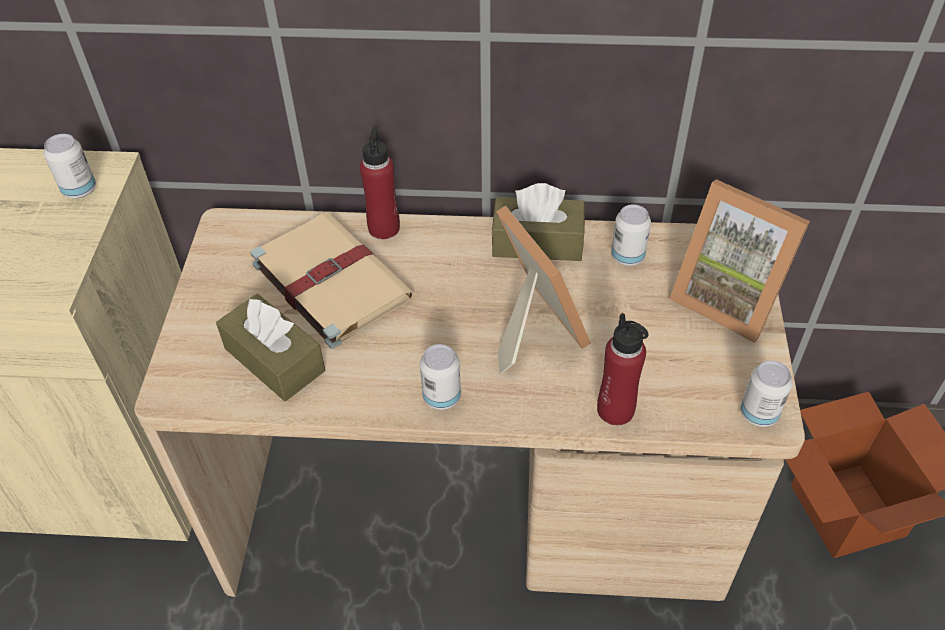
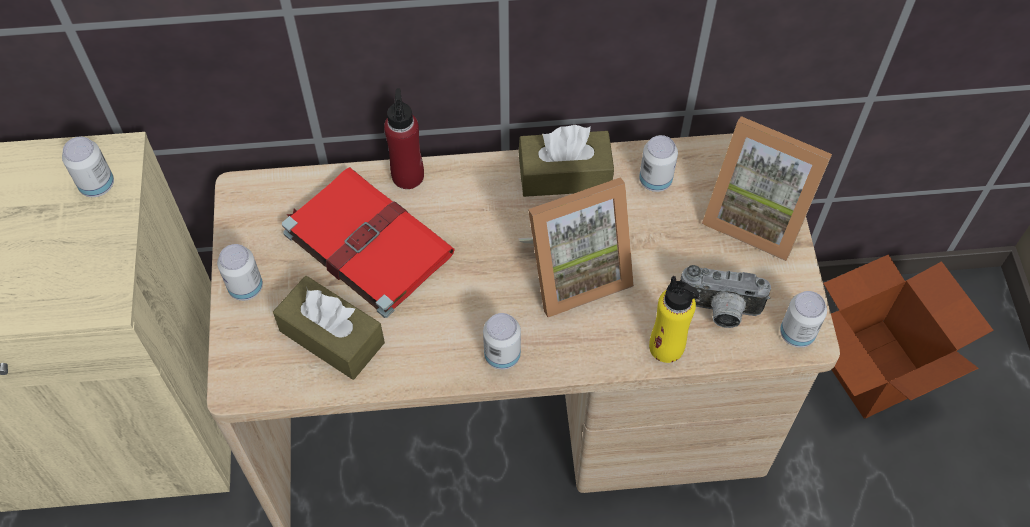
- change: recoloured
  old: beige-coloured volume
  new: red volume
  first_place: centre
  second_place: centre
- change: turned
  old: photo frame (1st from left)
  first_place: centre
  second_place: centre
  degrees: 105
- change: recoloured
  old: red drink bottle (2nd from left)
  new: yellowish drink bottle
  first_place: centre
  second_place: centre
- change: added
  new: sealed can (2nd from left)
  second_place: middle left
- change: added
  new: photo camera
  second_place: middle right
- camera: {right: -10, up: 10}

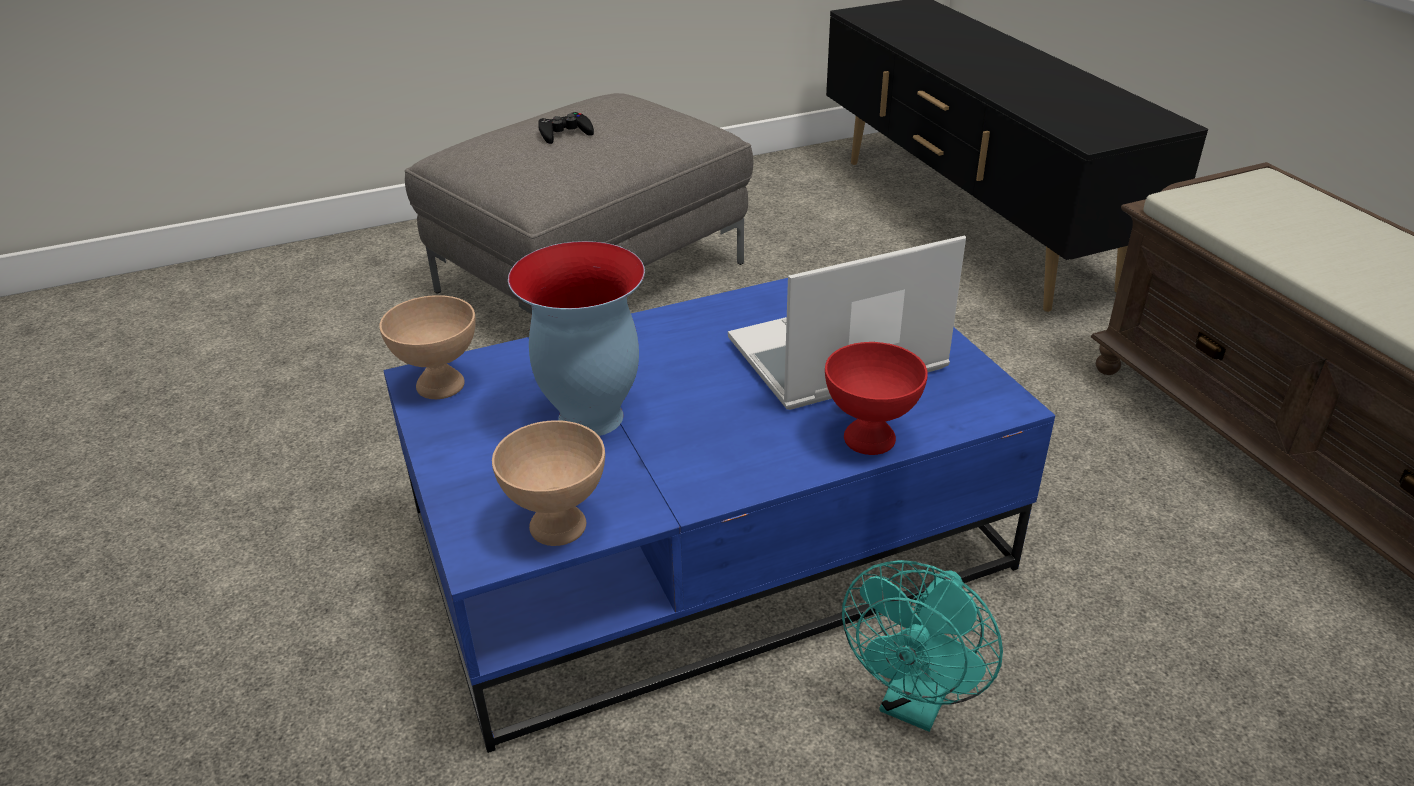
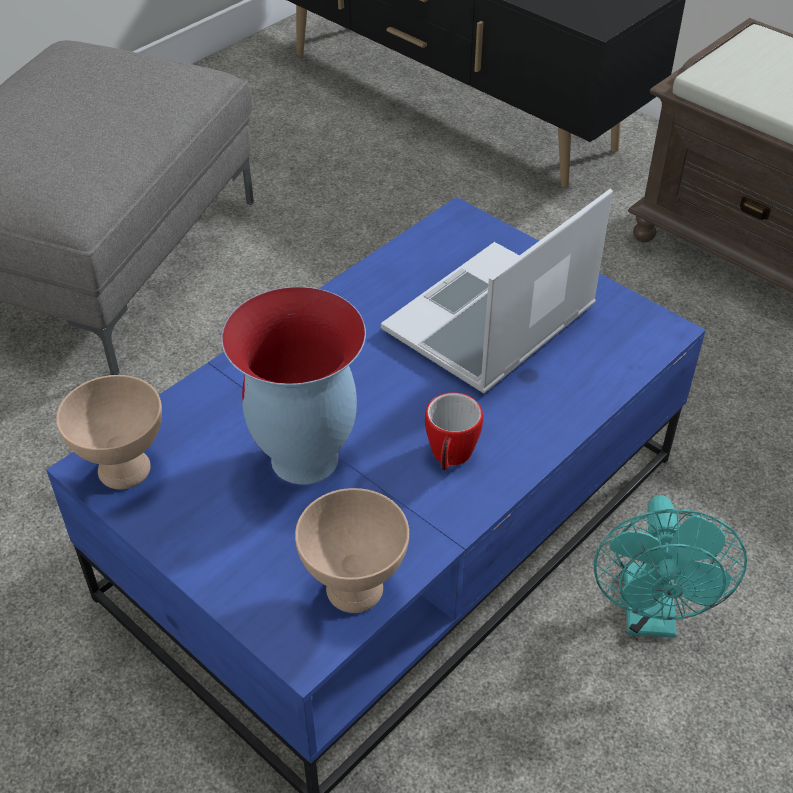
- change: removed
  old: black gamepad
  first_place: top centre
- change: removed
  old: red serving bowl
  first_place: centre
- change: added
  new: tea mug
  second_place: centre
- camera: {right: -25, up: 10}

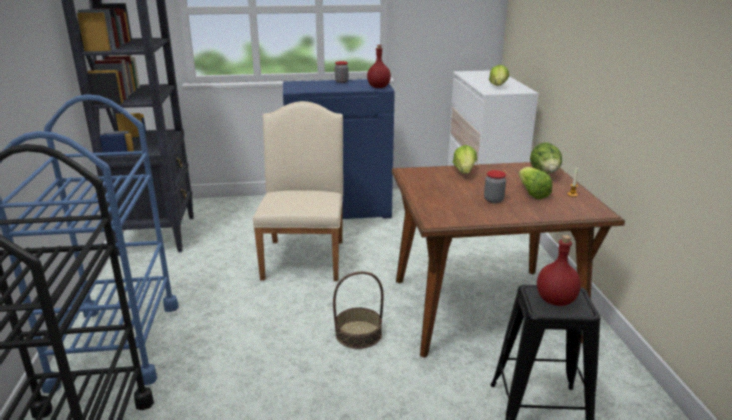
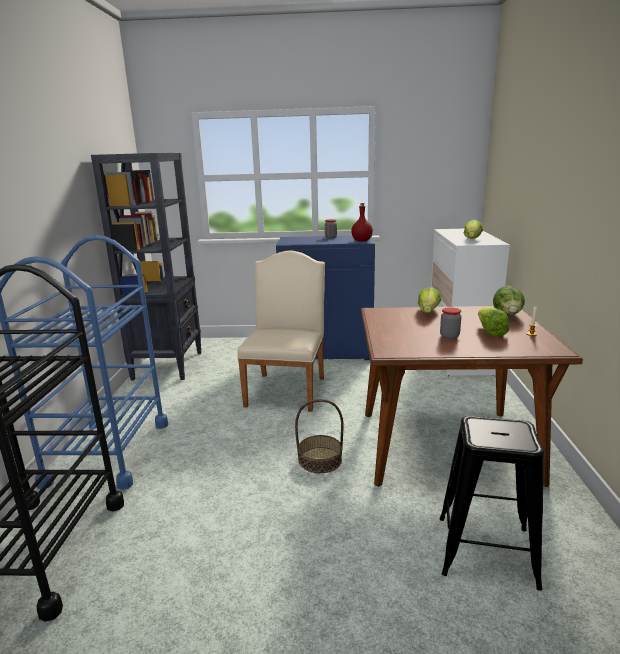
- change: removed
  old: red drink bottle (2nd from left)
  first_place: middle right
- camera: {right: 10, up: -5}

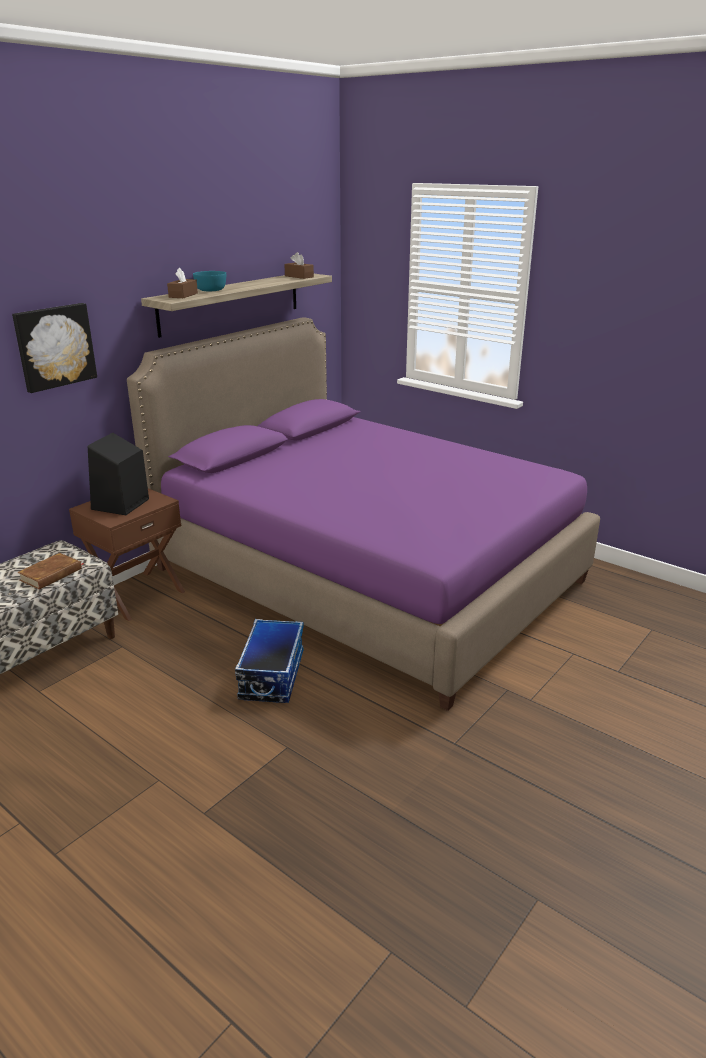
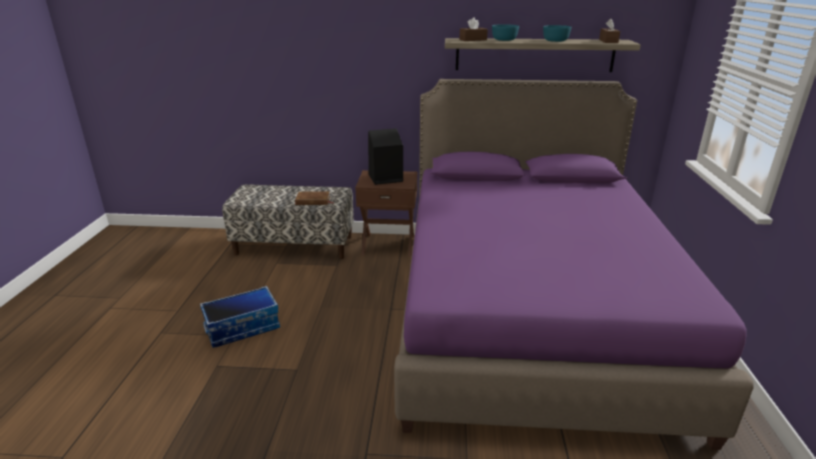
- change: removed
  old: wall art
  first_place: top left
- change: moved
  old: storage container
  first_place: centre
  second_place: bottom left
- change: added
  new: turquoise serving bowl (2nd from left)
  second_place: top right
- camera: {right: 55, up: 0}

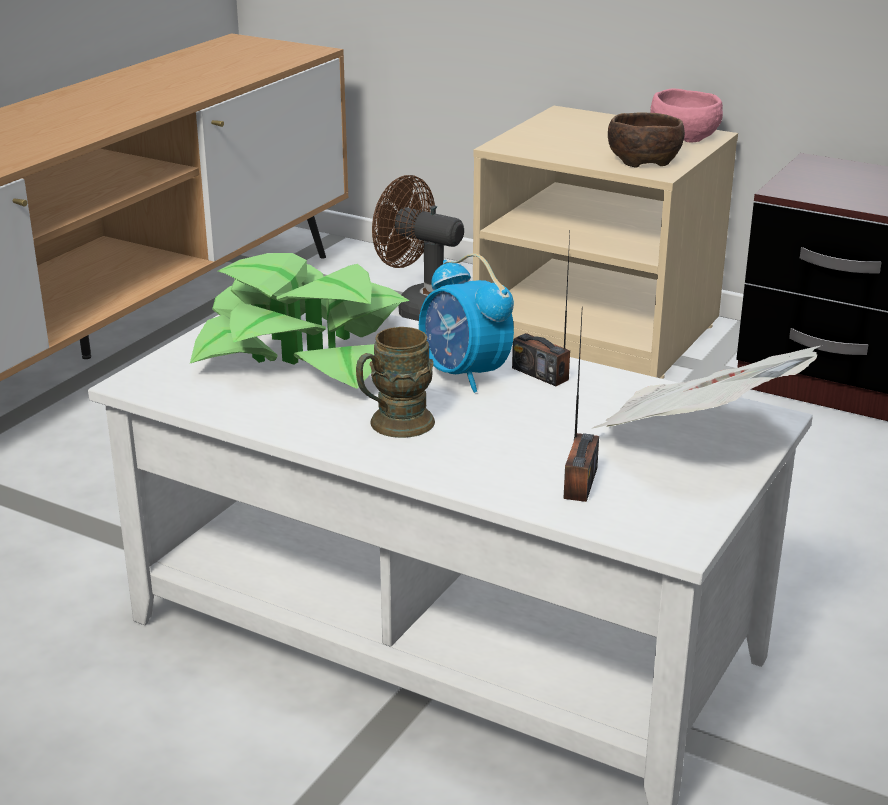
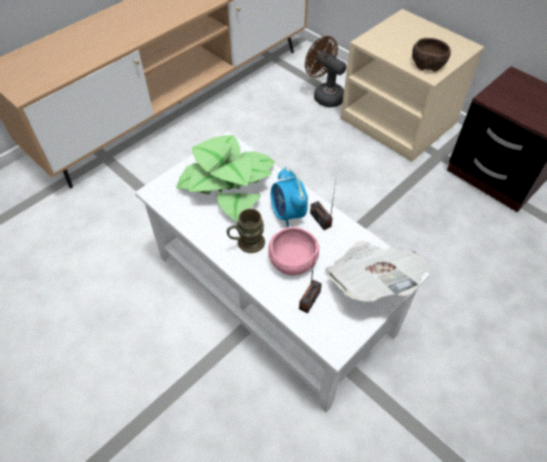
- change: moved
  old: pink serving bowl
  first_place: top right
  second_place: centre
- camera: {right: 15, up: 25}

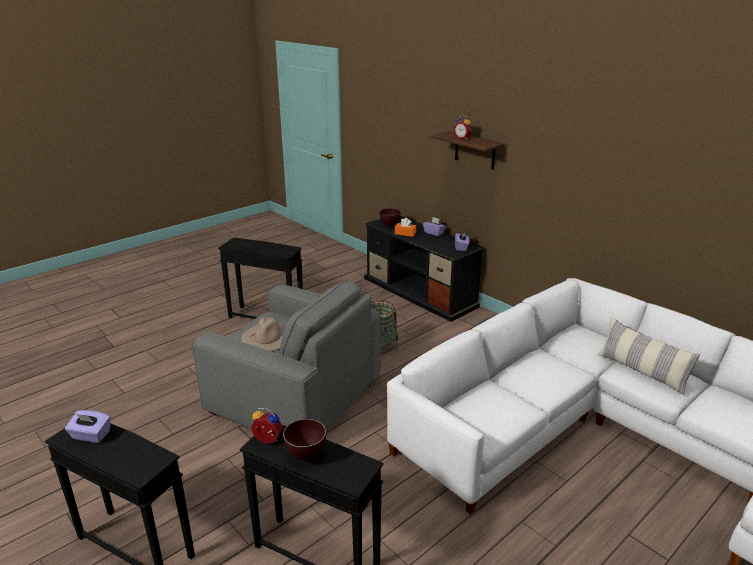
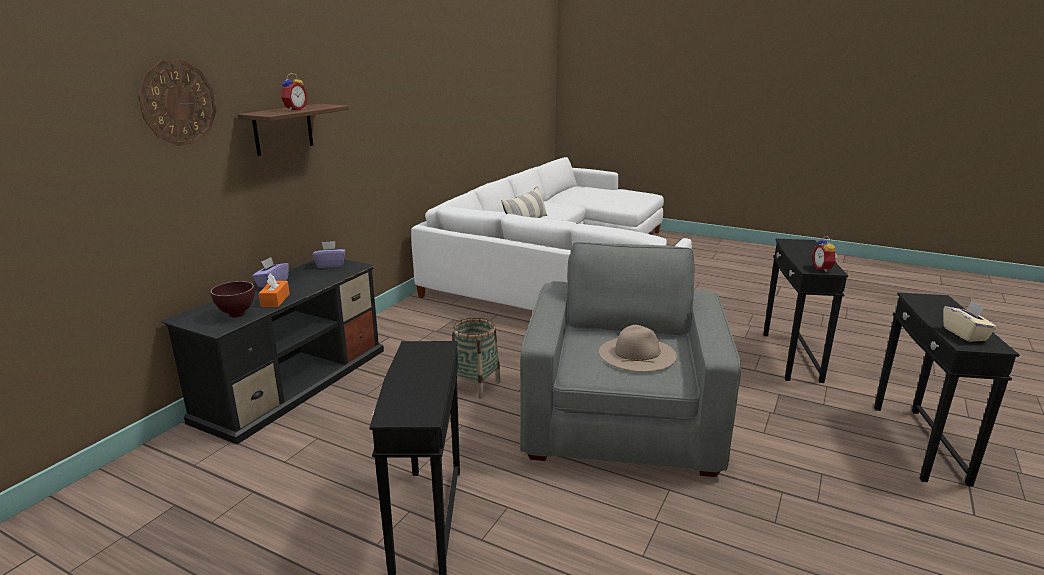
- change: recoloured
  old: purplish tissue box (1st from left)
  new: beige-coloured tissue box
  first_place: bottom left
  second_place: middle right
- change: removed
  old: brown-coloured serving bowl (1st from left)
  first_place: bottom centre
- change: added
  new: hanging clock
  second_place: top left
- camera: {right: -110, up: -5}

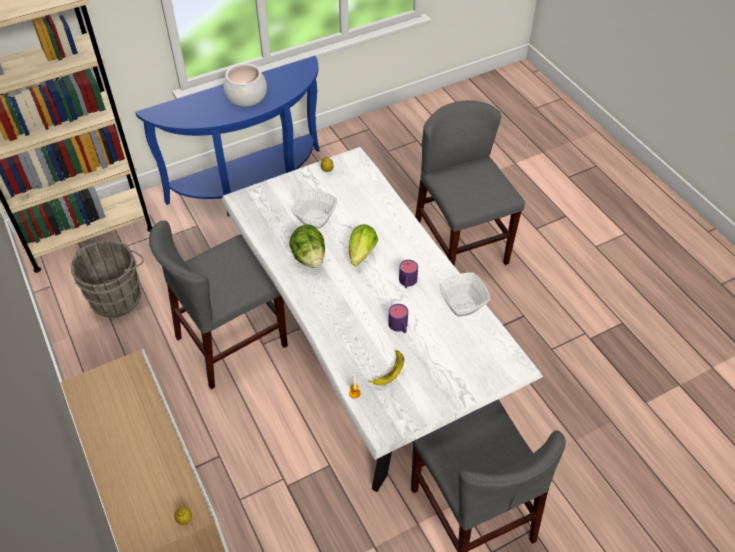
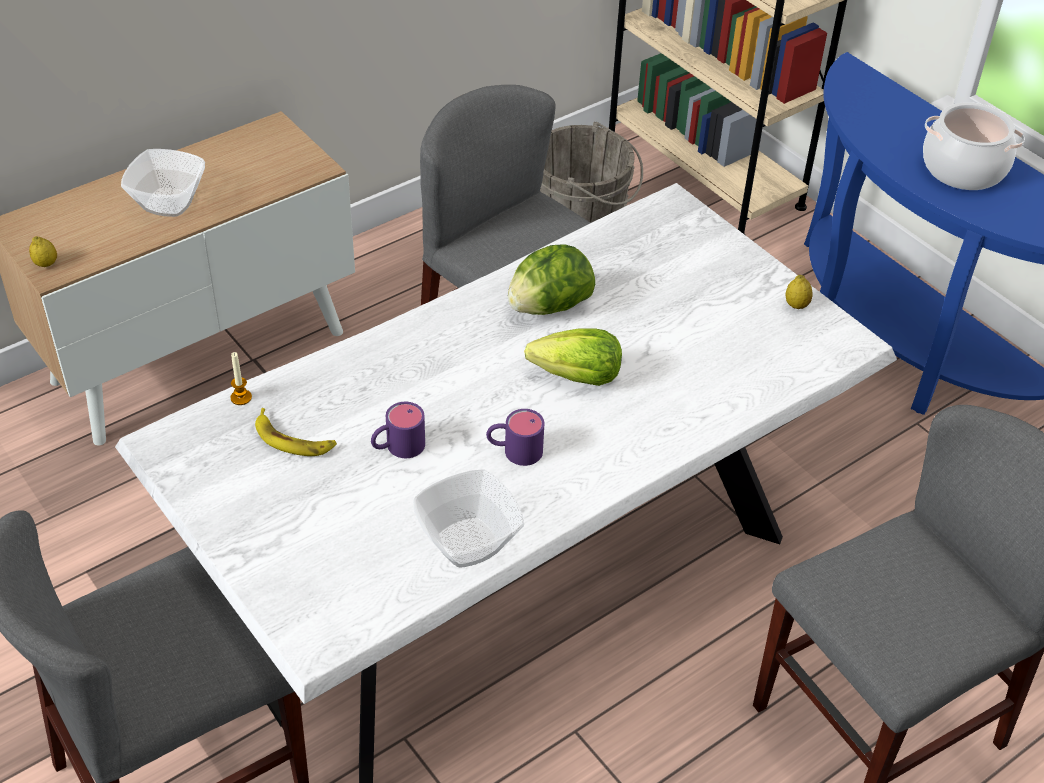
- change: moved
  old: serving bowl (1st from left)
  first_place: centre
  second_place: top left
- camera: {right: 80, up: -5}

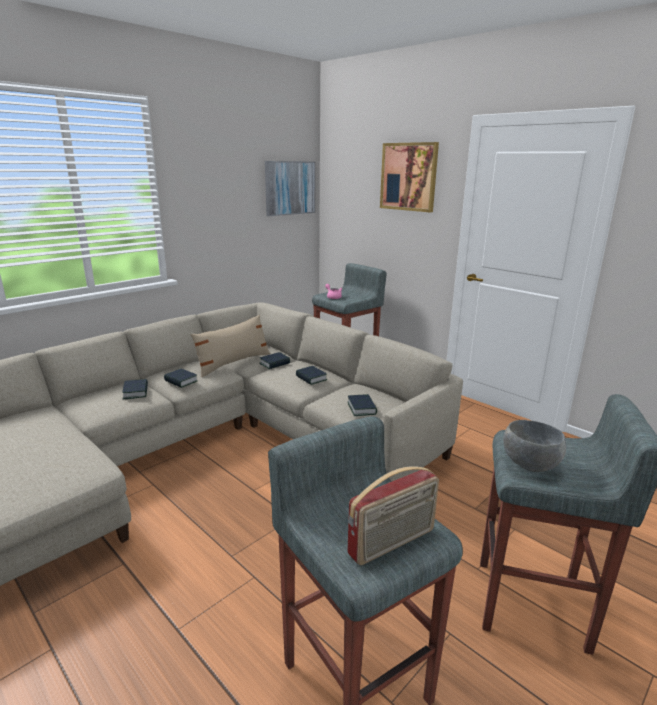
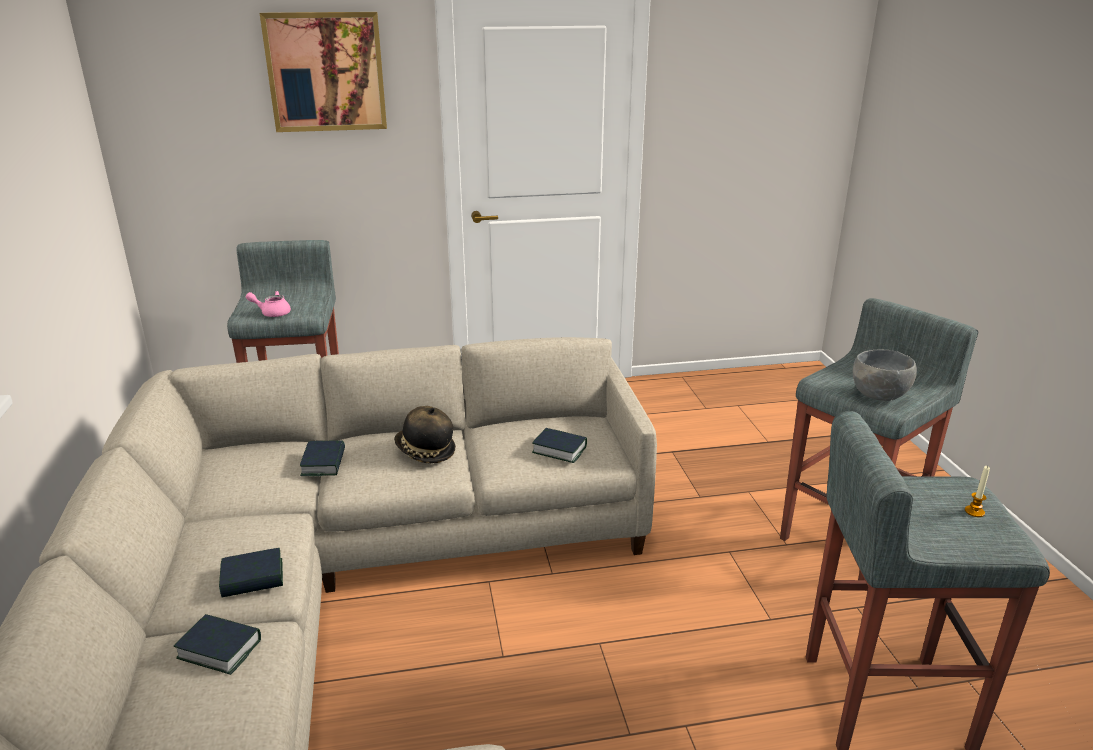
- change: removed
  old: beige-coloured pillow
  first_place: centre
- change: removed
  old: wall art (1st from left)
  first_place: top centre
- change: replaced
  old: volume (4th from left)
  new: clothing hat
  first_place: centre
  second_place: centre
- change: replaced
  old: radio set
  new: wax light
  first_place: bottom centre
  second_place: middle right
- camera: {right: -55, up: 5}

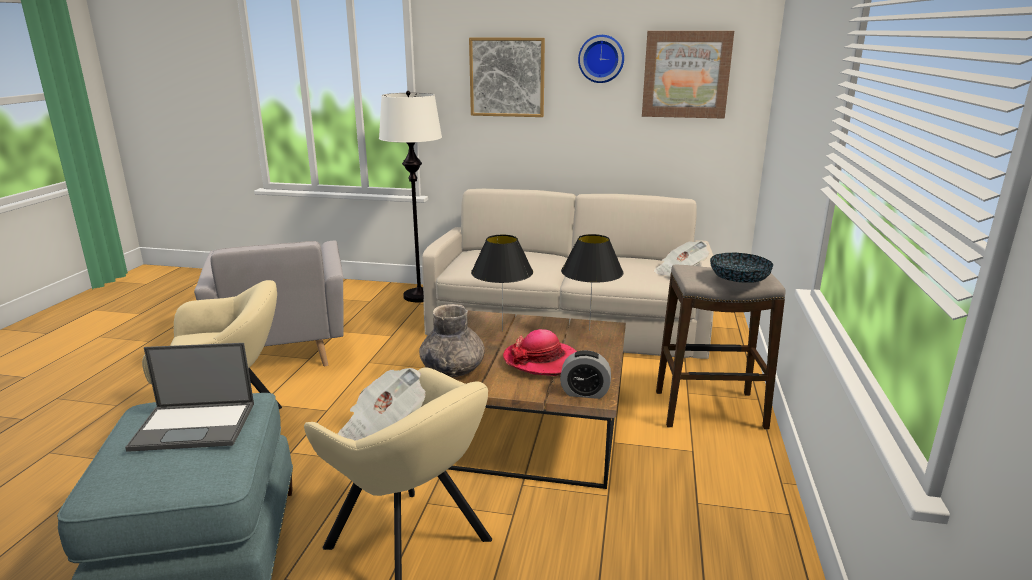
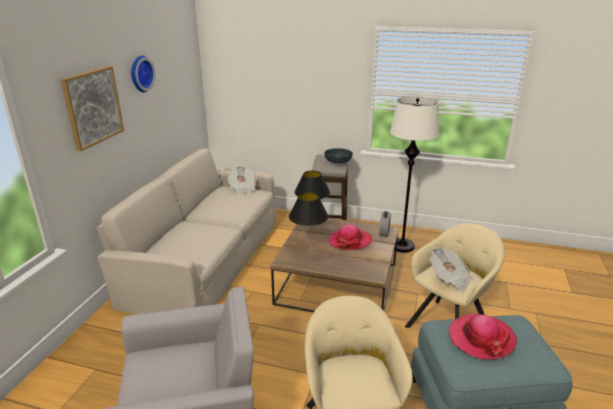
- change: replaced
  old: portable computer
  new: clothing hat (2nd from left)
  first_place: bottom left
  second_place: bottom right
- change: moved
  old: white-coloured floor lamp
  first_place: centre
  second_place: middle right
- change: removed
  old: grey flower vase
  first_place: centre
- change: removed
  old: wall art (2nd from left)
  first_place: top right
- camera: {right: -85, up: 5}

